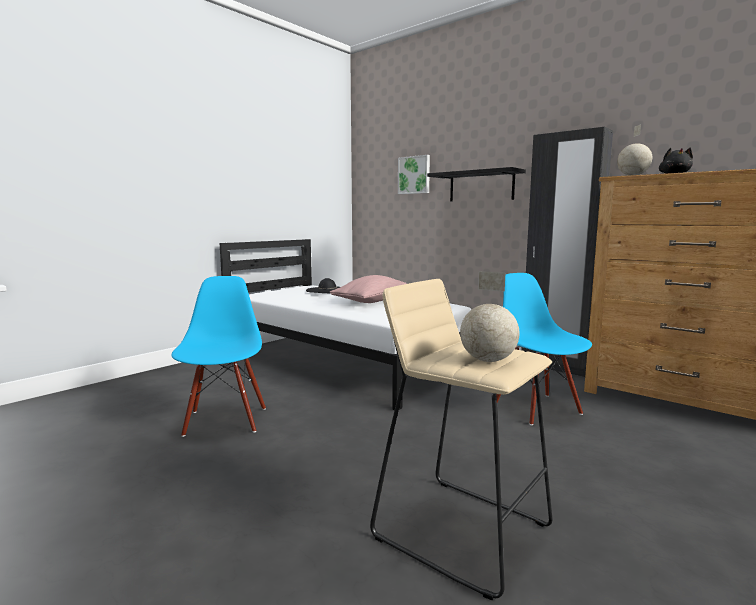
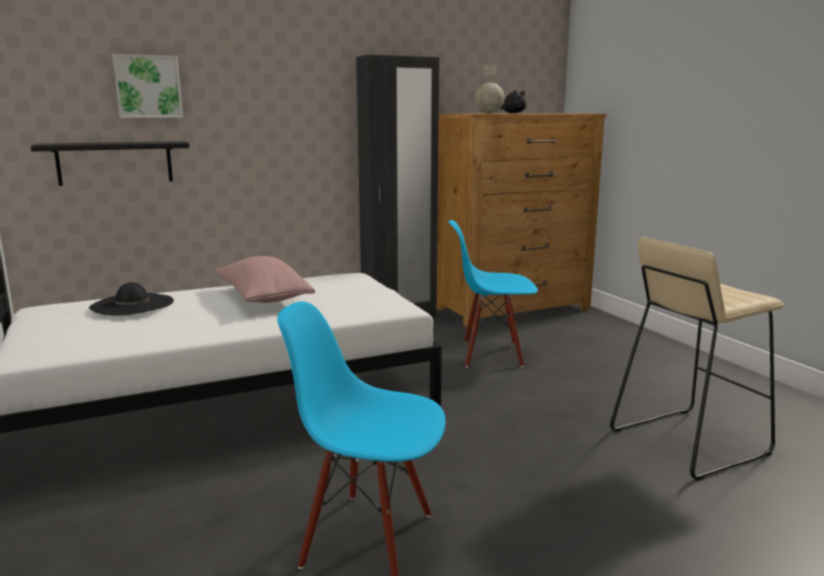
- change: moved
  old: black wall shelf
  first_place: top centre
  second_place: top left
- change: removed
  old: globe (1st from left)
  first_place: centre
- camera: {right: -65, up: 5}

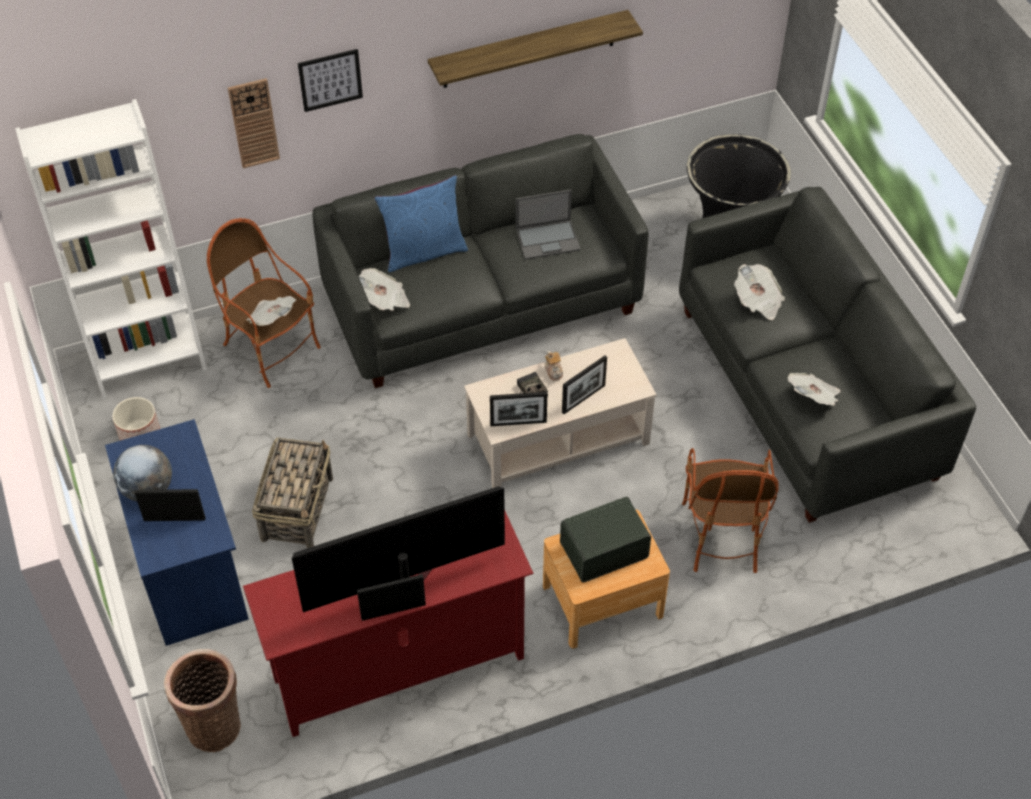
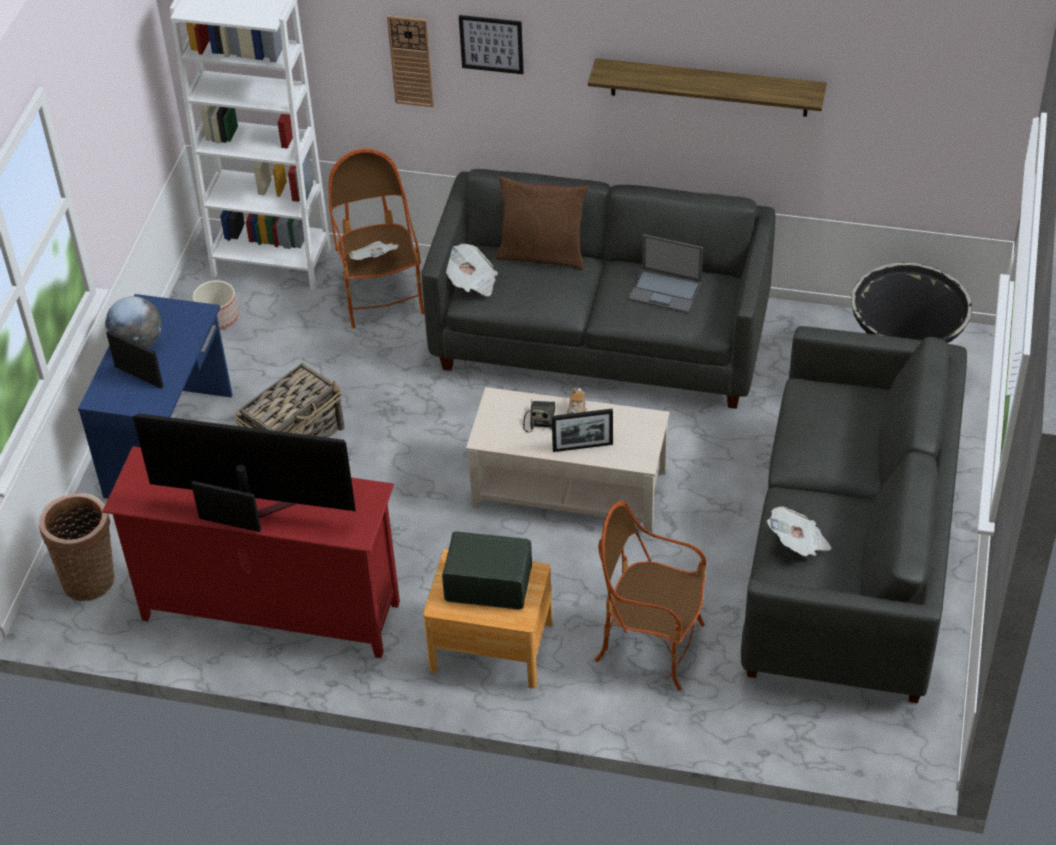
- change: recoloured
  old: blue-coloured pillow
  new: brown-coloured pillow
  first_place: top centre
  second_place: top centre
- change: removed
  old: photo frame (3rd from left)
  first_place: centre
- change: turned
  old: lounge chair (2nd from left)
  first_place: middle right
  second_place: bottom centre
  degrees: 75
- change: removed
  old: newspaper (3rd from left)
  first_place: middle right
- camera: {right: 35, up: -5}

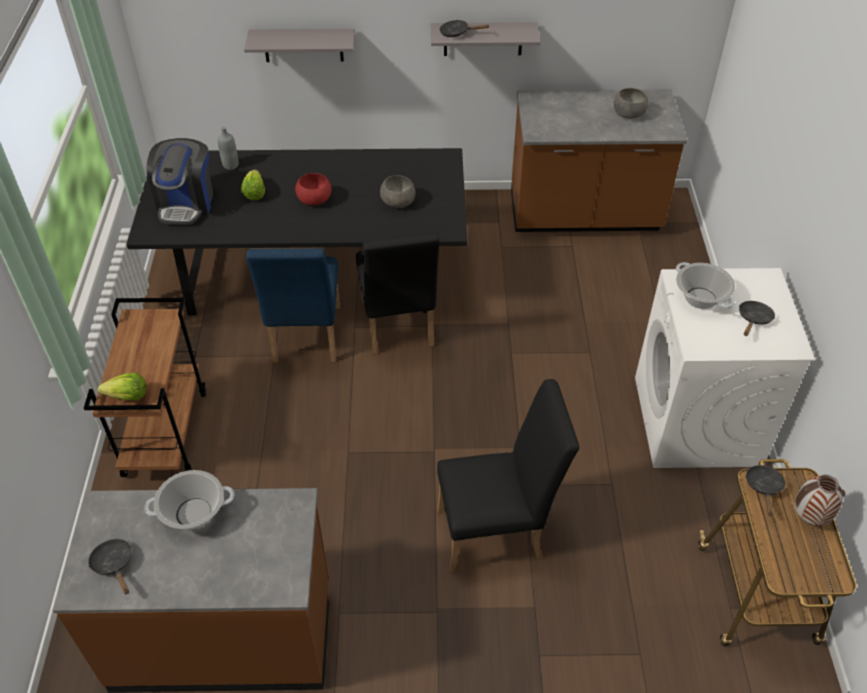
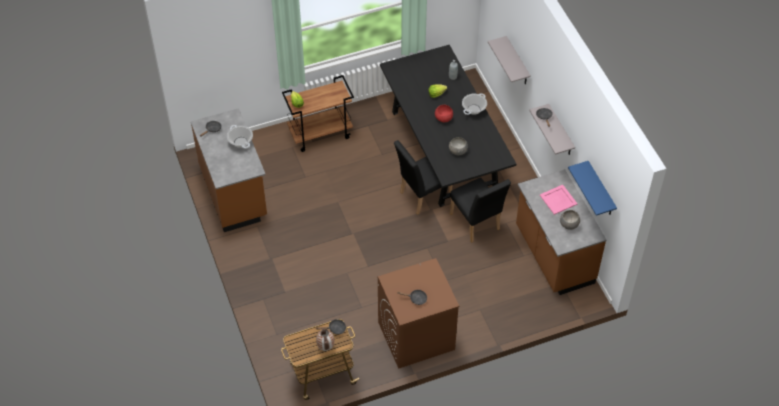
- change: removed
  old: coffee brewer
  first_place: top left
- change: removed
  old: blue-coloured upright chair
  first_place: centre
- change: moved
  old: black upright chair (2nd from left)
  first_place: bottom centre
  second_place: centre
- change: recoloured
  old: white-coloured washing machine
  new: brown-coloured washing machine
  first_place: middle right
  second_place: bottom centre
- change: moved
  old: cooking pot (2nd from left)
  first_place: middle right
  second_place: top centre
- change: added
  new: pink tray
  second_place: middle right
- change: added
  new: blue-coloured wall shelf
  second_place: middle right
- camera: {right: 70, up: 5}

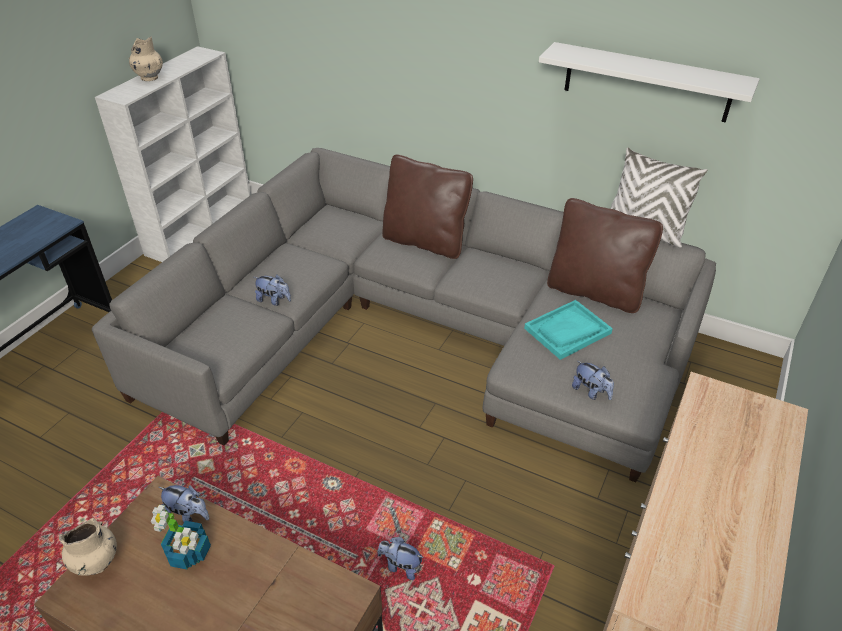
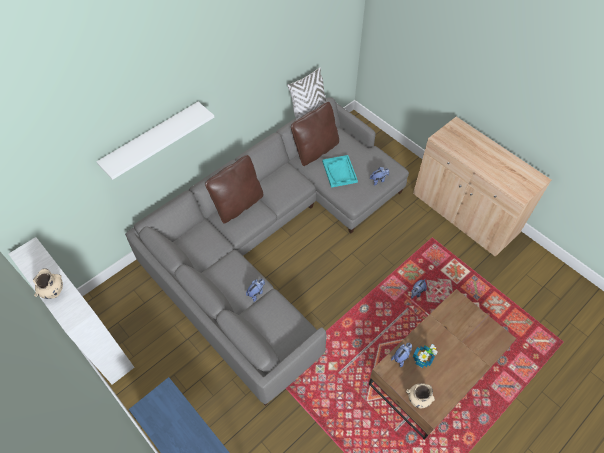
- change: moved
  old: white-coloured wall shelf
  first_place: top right
  second_place: top left
- camera: {right: -70, up: 15}

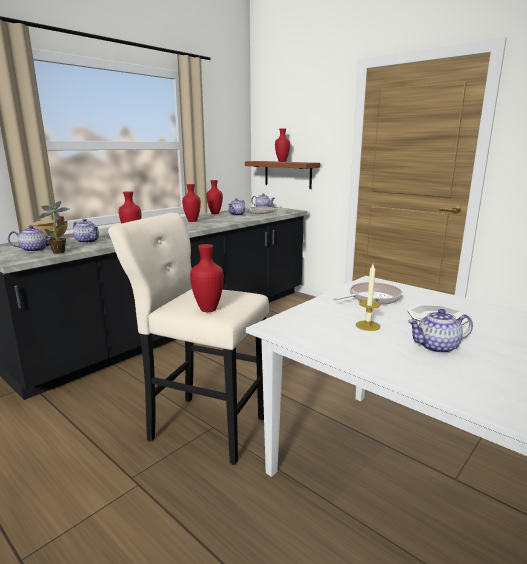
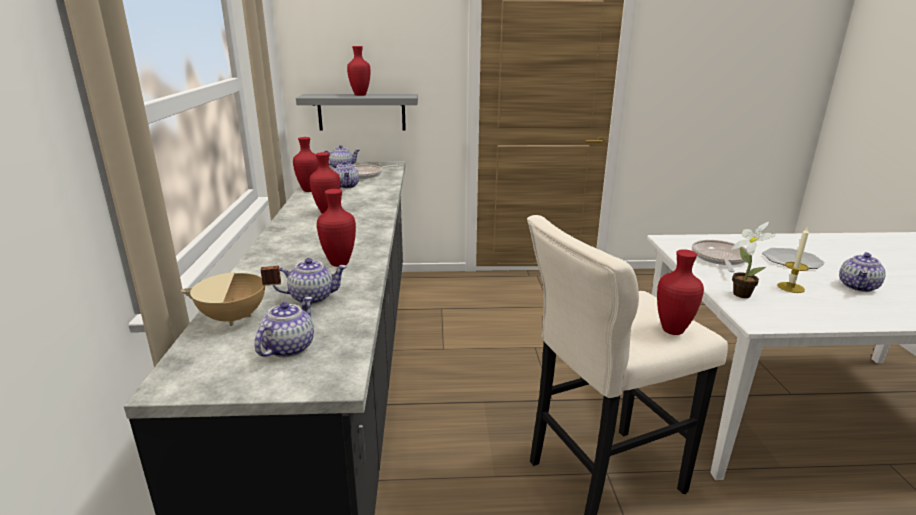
- change: moved
  old: potted plant
  first_place: middle left
  second_place: middle right
- change: recoloured
  old: brown-coloured wall shelf
  new: grey wall shelf
  first_place: top centre
  second_place: top centre
- camera: {right: -45, up: 5}

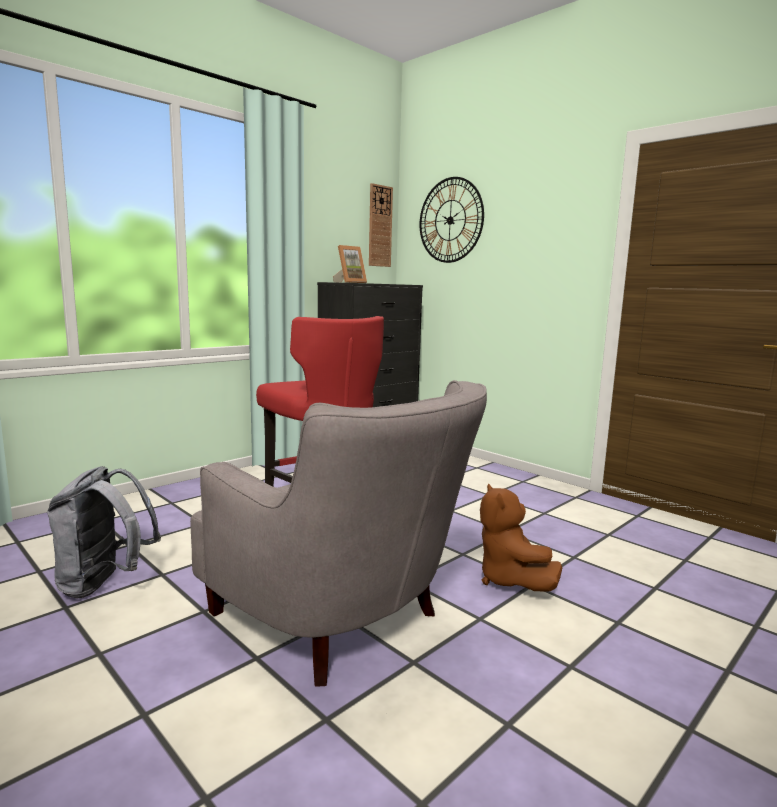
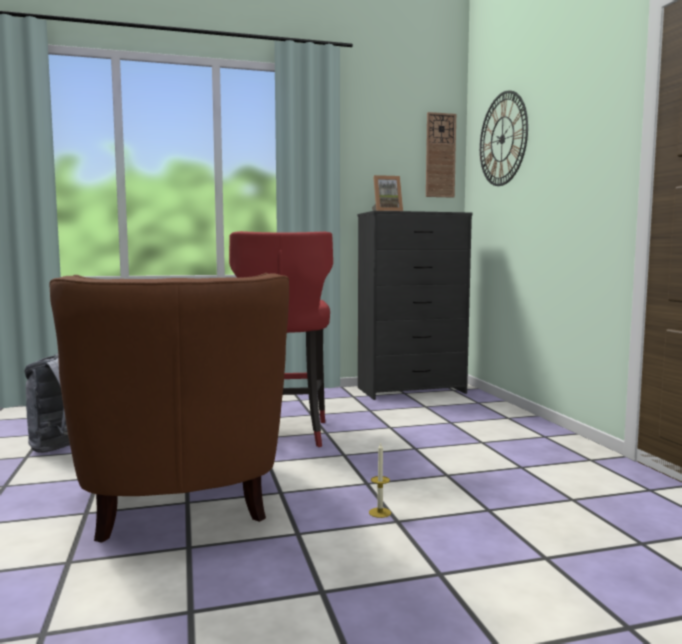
- change: recoloured
  old: grey lounge chair
  new: brown-coloured lounge chair
  first_place: centre
  second_place: middle left
- change: replaced
  old: brown-coloured plush toy
  new: wax light
  first_place: middle right
  second_place: bottom centre
- camera: {right: 30, up: -5}

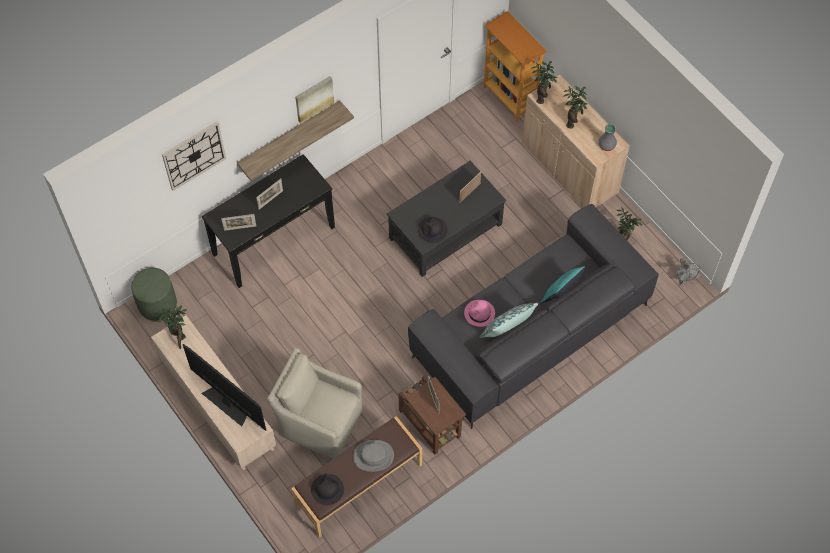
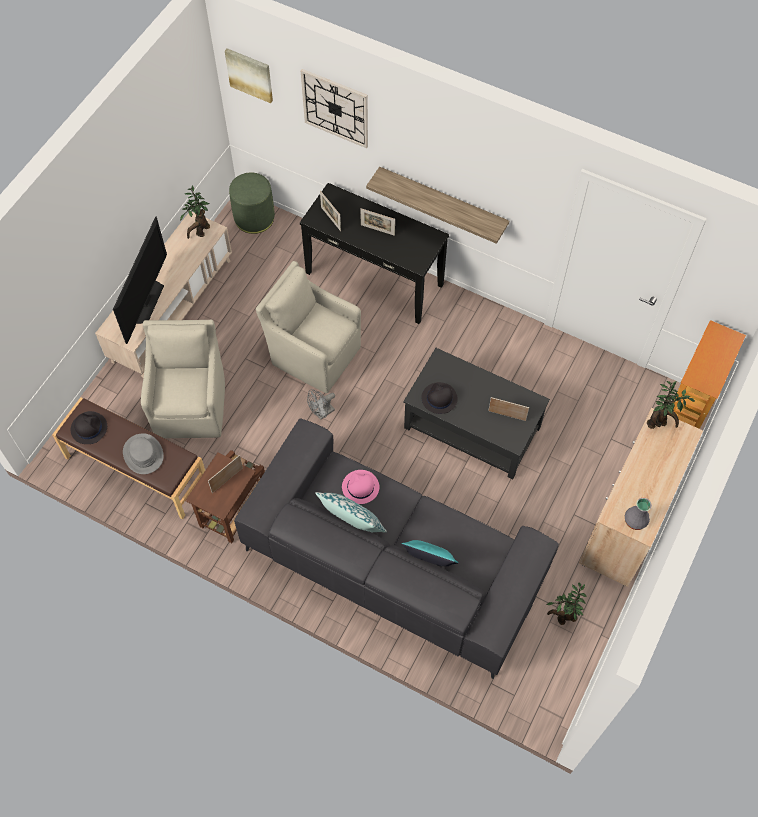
- change: moved
  old: wall art
  first_place: top centre
  second_place: top left
- change: removed
  old: potted plant (3rd from left)
  first_place: top right
- change: moved
  old: grey cooling fan
  first_place: middle right
  second_place: centre
- change: added
  new: beige-coloured lounge chair (2nd from left)
  second_place: centre
- camera: {right: 65, up: 0}

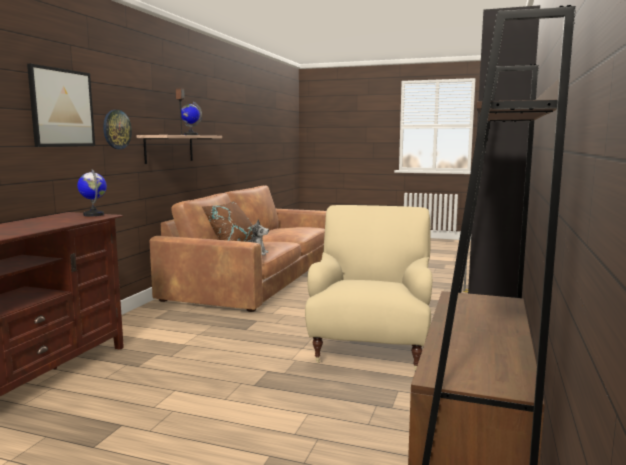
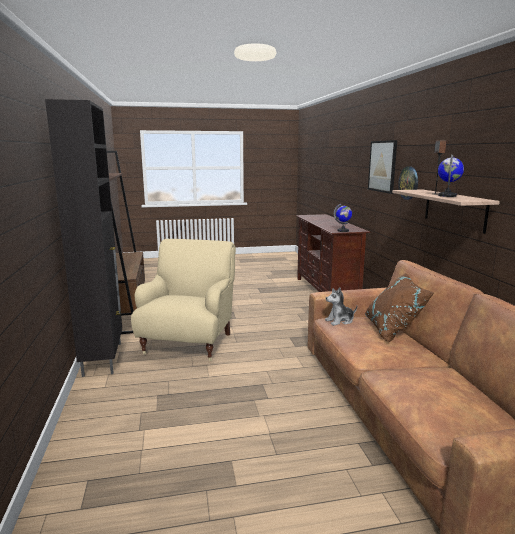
- change: turned
  old: beige-coloured lounge chair
  first_place: centre
  second_place: centre
  degrees: -150
- camera: {right: 150, up: 5}

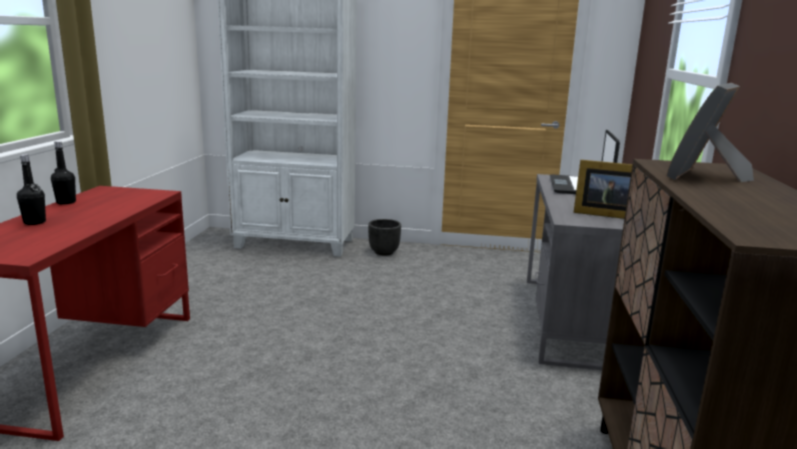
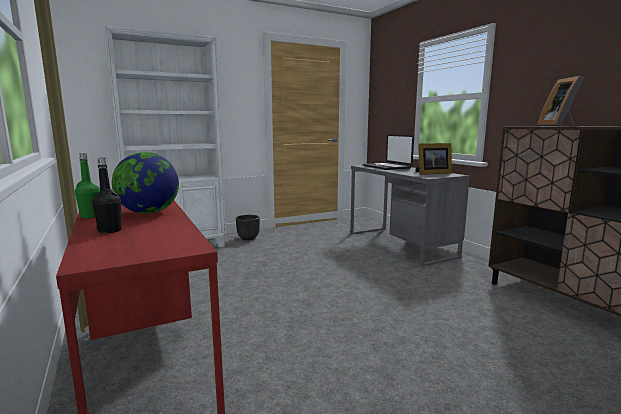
- change: recoloured
  old: black drink bottle (2nd from left)
  new: greenish drink bottle
  first_place: middle left
  second_place: middle left
- change: added
  new: globe
  second_place: middle left
- camera: {right: -35, up: -5}

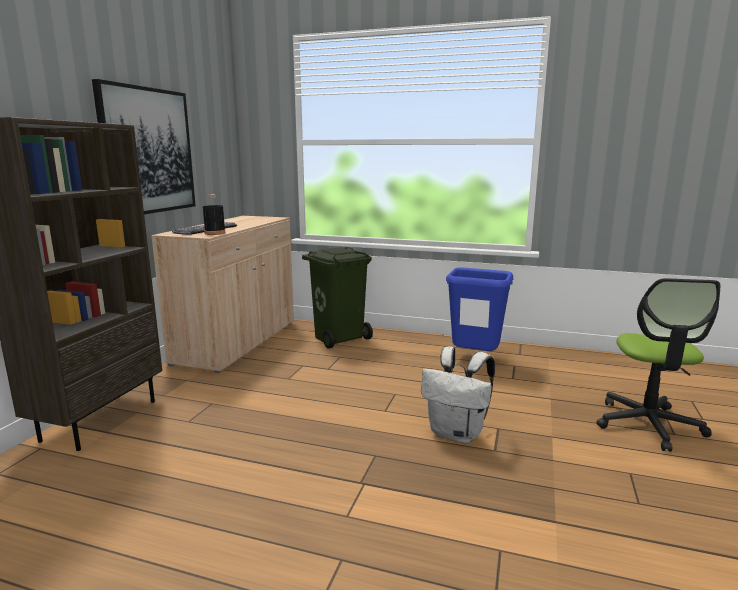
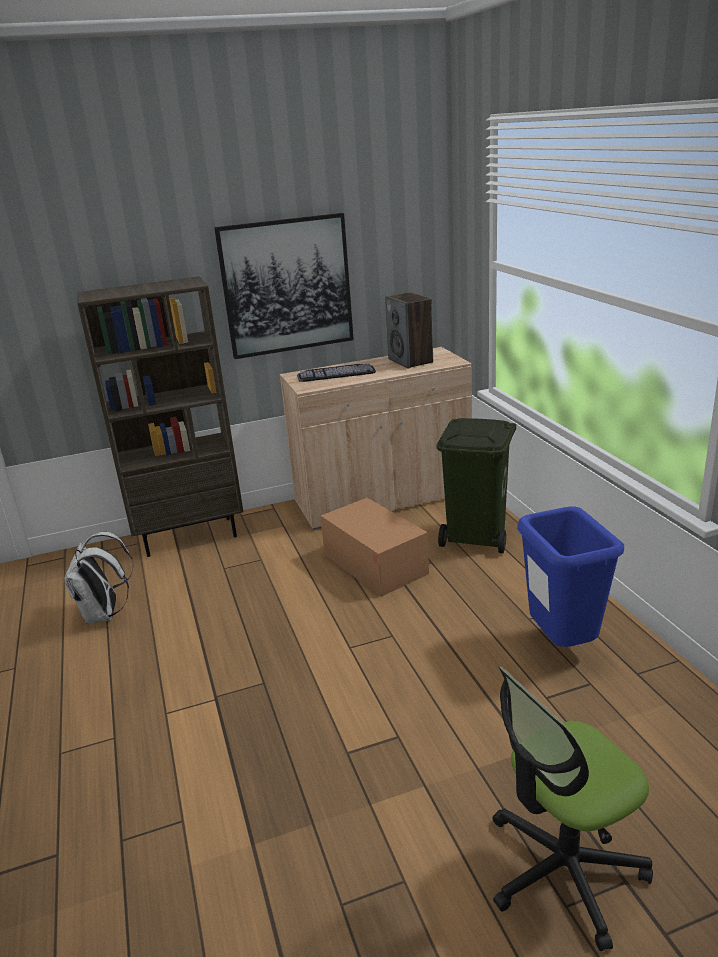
- change: removed
  old: black drink bottle
  first_place: middle left
- change: moved
  old: white-coloured backpack
  first_place: bottom centre
  second_place: middle left
- change: added
  new: cardboard box
  second_place: centre
- change: added
  new: loudspeaker
  second_place: centre
- camera: {right: 55, up: 10}

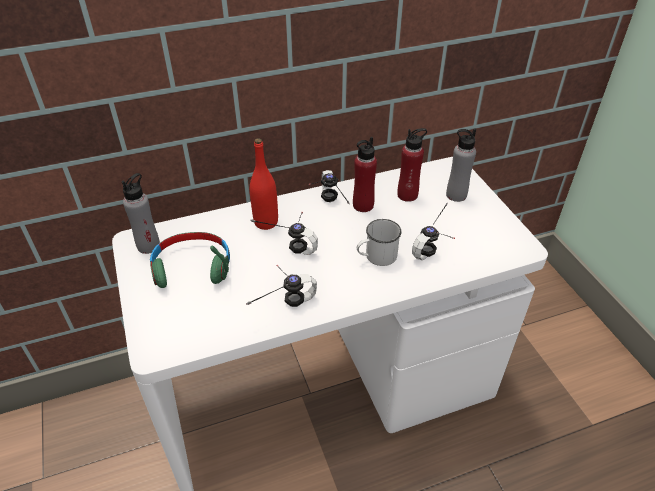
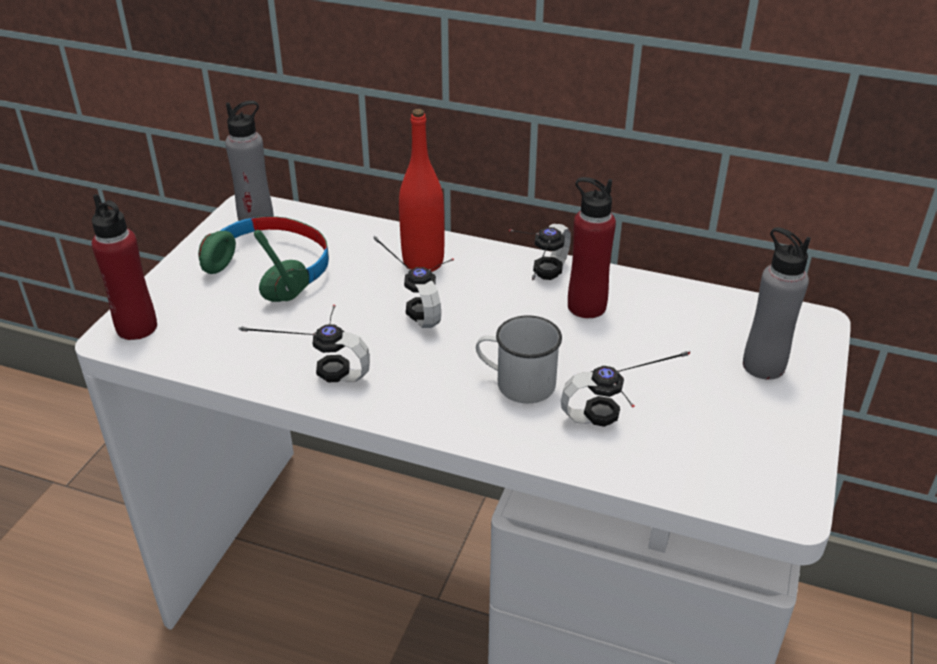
- change: moved
  old: red drink bottle (3rd from left in the first image)
  new: red drink bottle (1st from left)
  first_place: centre
  second_place: middle left
- camera: {right: 40, up: -5}

